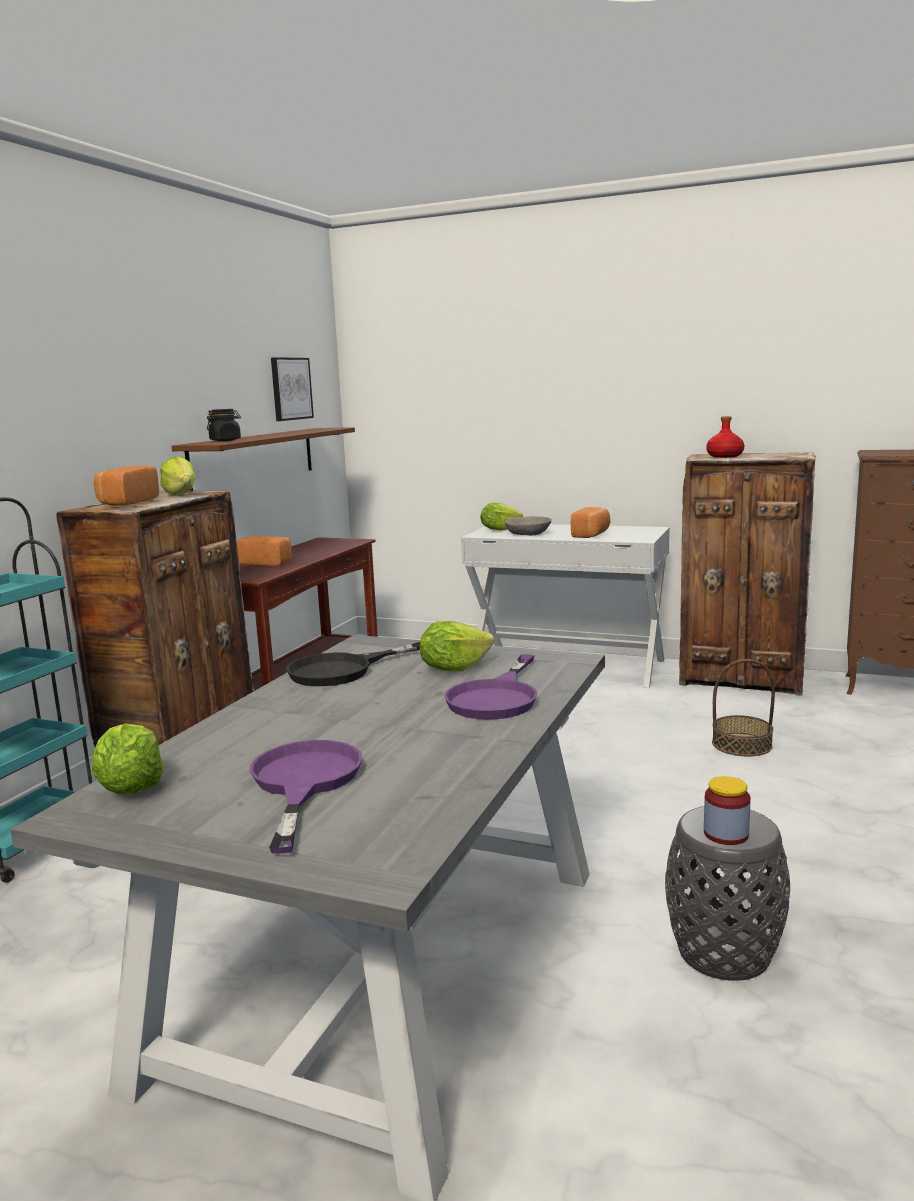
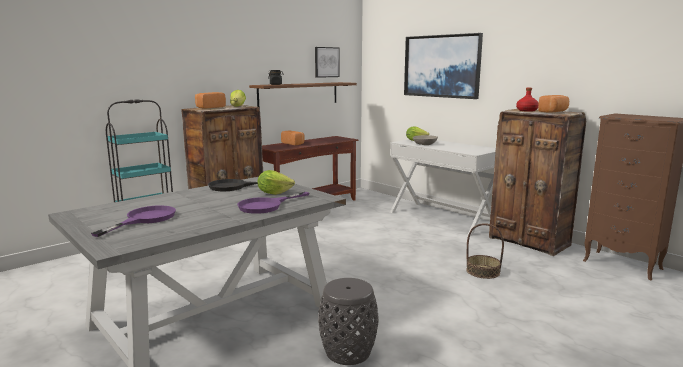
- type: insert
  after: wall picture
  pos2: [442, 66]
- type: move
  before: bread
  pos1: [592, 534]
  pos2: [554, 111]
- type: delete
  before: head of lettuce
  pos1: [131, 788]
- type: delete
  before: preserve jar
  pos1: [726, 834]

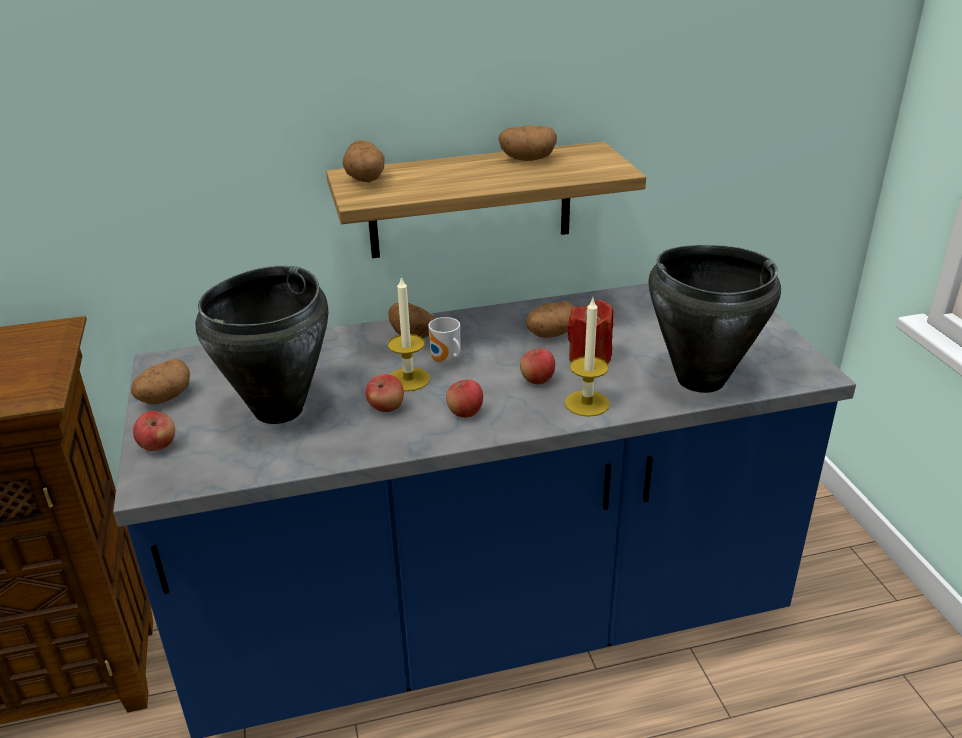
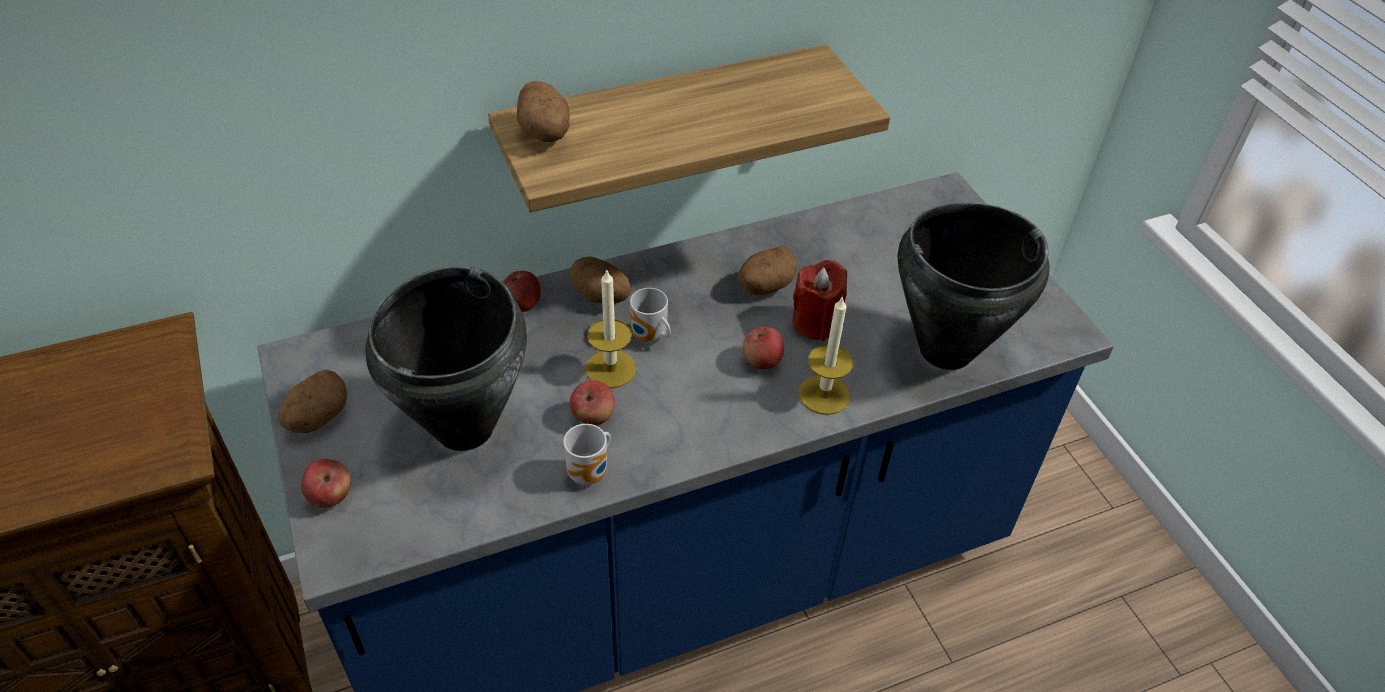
- type: move
  before: apple fruit
  pos1: [465, 413]
  pos2: [522, 305]
- type: insert
  after: tea mug
  pos2: [591, 473]
- type: delete
  before: spud
  pos1: [527, 159]

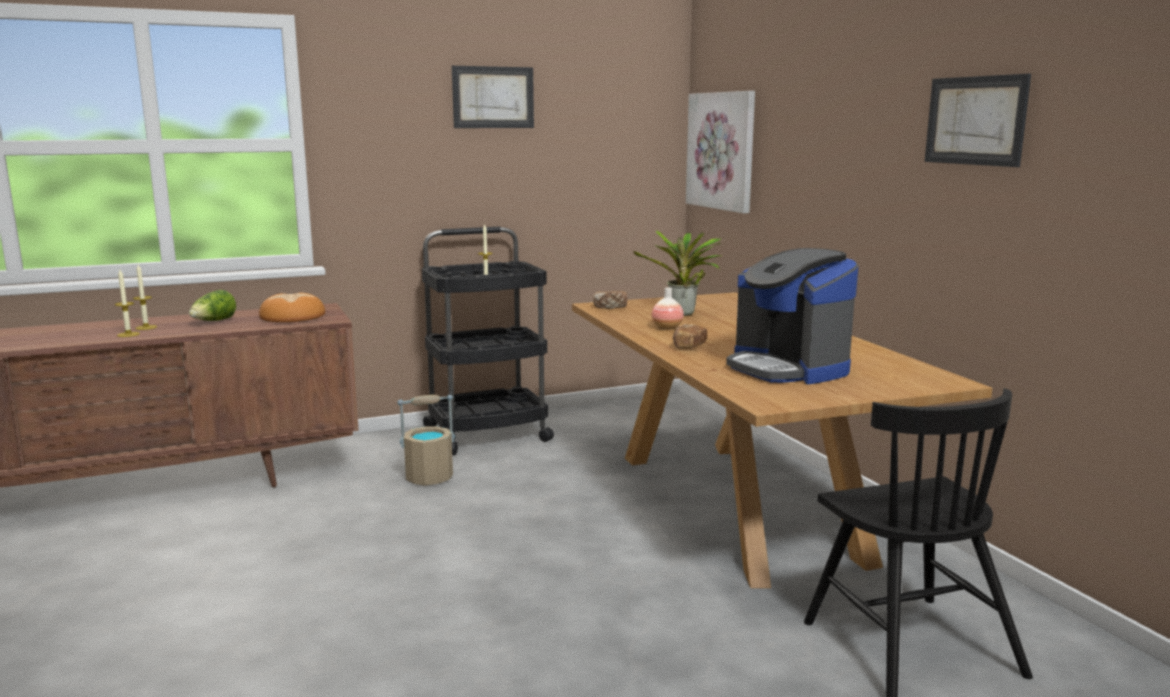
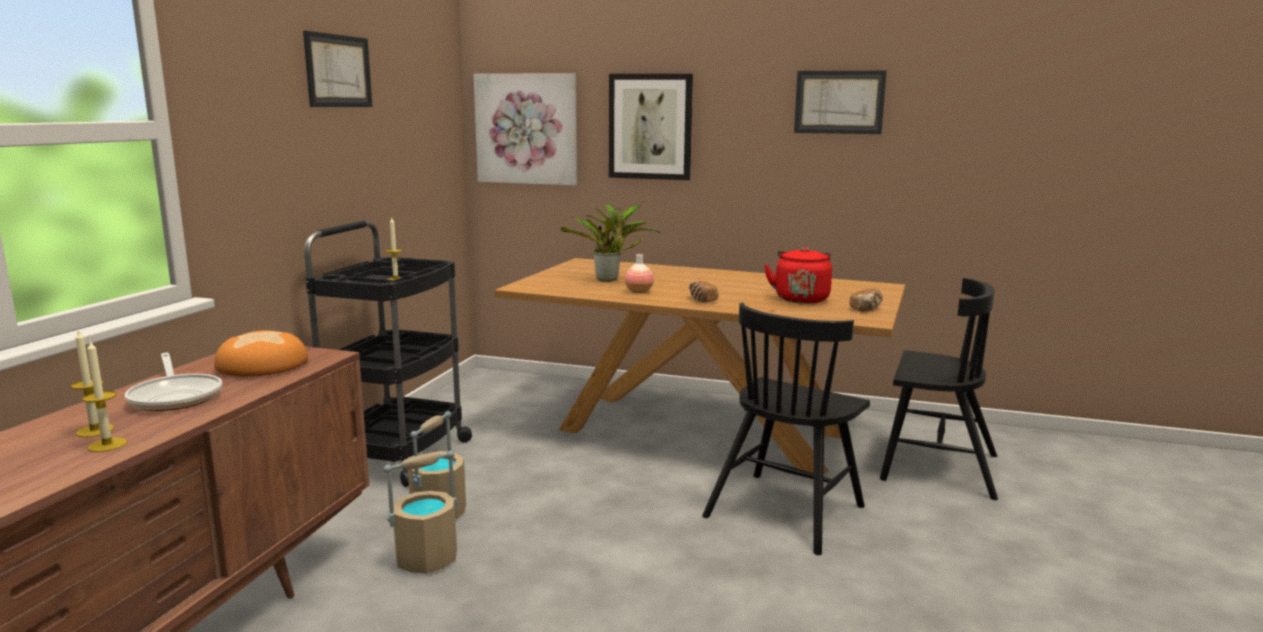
- type: replace
  before: head of lettuce
  after: frying pan
  pos1: [213, 322]
  pos2: [176, 397]
- type: insert
  after: sand-coloured pail
  pos2: [427, 558]
- type: insert
  after: wall picture
  pos2: [650, 127]
- type: insert
  after: black plain chair
  pos2: [788, 507]
- type: replace
  before: coffee brewer
  after: red-coloured tea kettle
  pos1: [788, 368]
  pos2: [801, 298]
- type: move
  before: bread
  pos1: [610, 307]
  pos2: [866, 309]

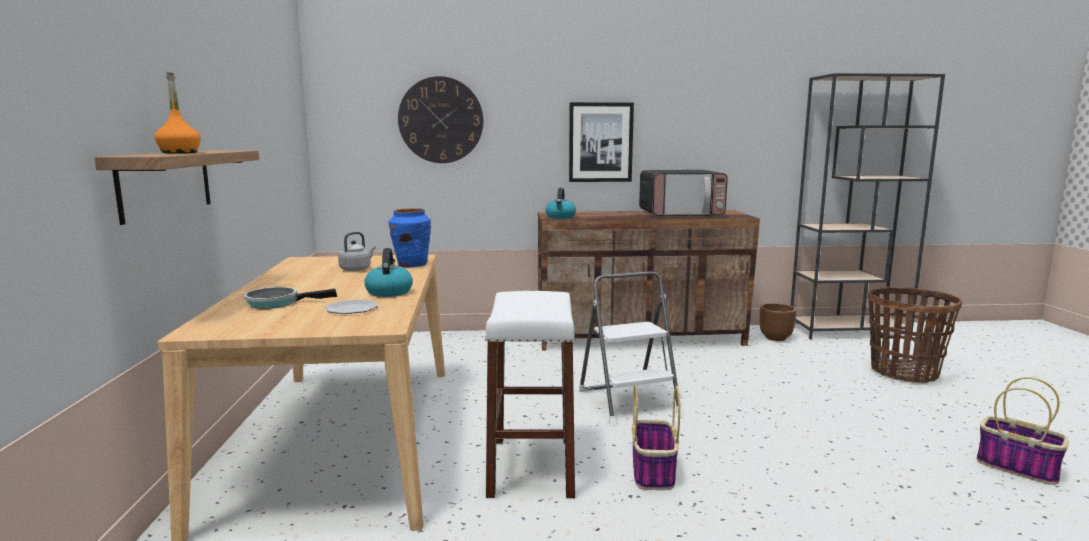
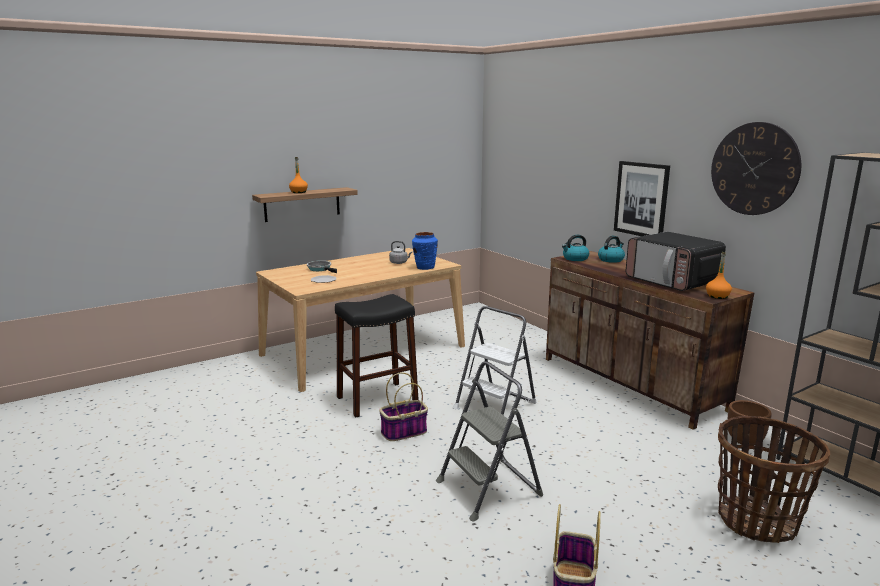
- type: recolor
  before: white-coloured sitting stool
  after: black sitting stool
  pos1: [532, 467]
  pos2: [377, 399]
- type: insert
  after: gray step stool
  pos2: [492, 487]
- type: move
  before: tea kettle
  pos1: [389, 292]
  pos2: [611, 260]
- type: insert
  after: orangey drink bottle
  pos2: [717, 296]
- type: move
  before: wall clock
  pos1: [441, 120]
  pos2: [754, 169]

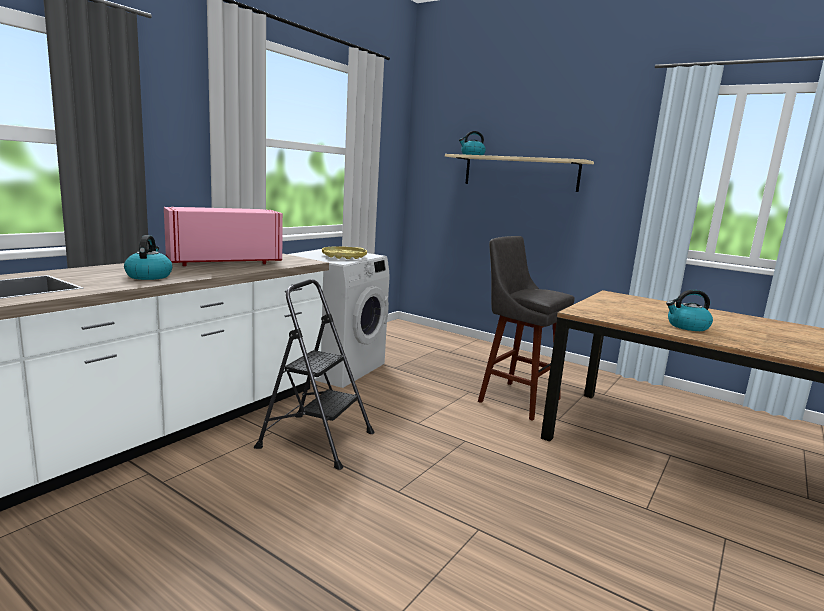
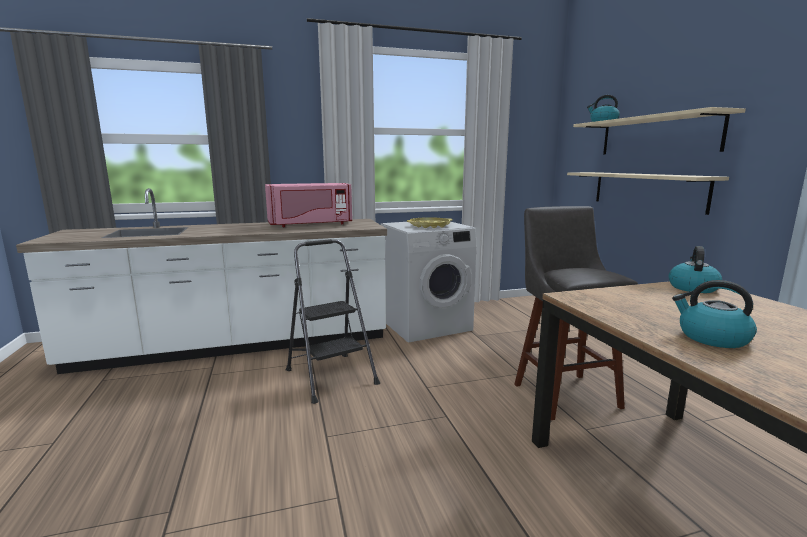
- type: rotate
  before: pinkish microwave oven
  pos1: [224, 261]
  pos2: [310, 224]
  turn: 150
- type: insert
  after: sand-coloured shelf
  pos2: [646, 190]
- type: move
  before: tea kettle
  pos1: [149, 276]
  pos2: [692, 287]

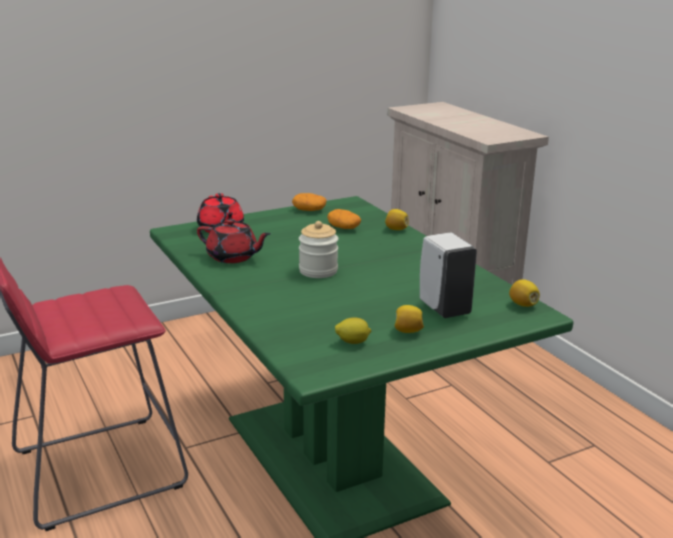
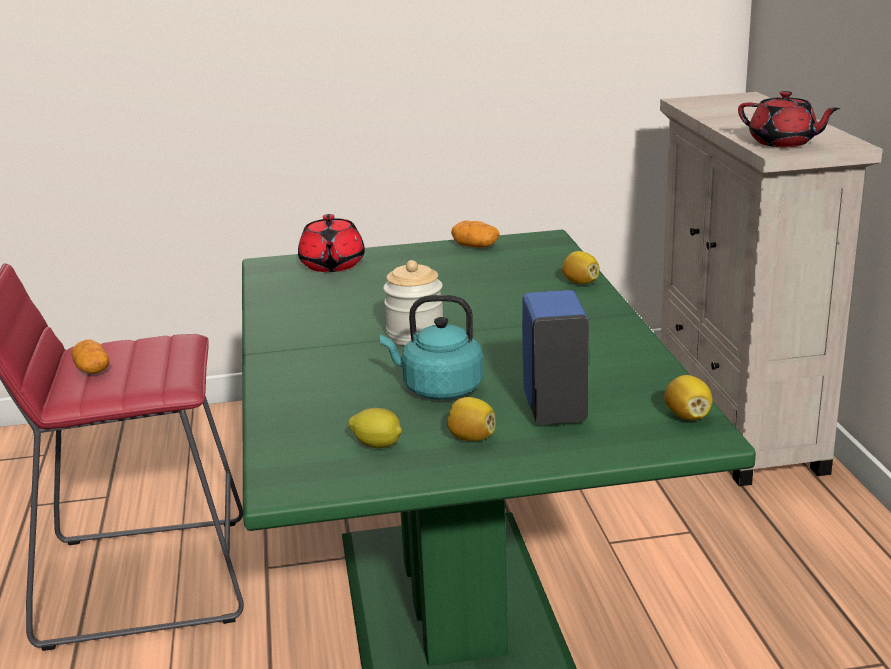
- type: move
  before: spud
  pos1: [343, 228]
  pos2: [92, 370]
- type: insert
  after: turquoise-coloured tea kettle
  pos2: [438, 389]
- type: recolor
  before: white-coloured soap bottle
  after: blue-coloured soap bottle
  pos1: [443, 308]
  pos2: [554, 409]
- type: move
  before: red-coloured tea pot
  pos1: [233, 257]
  pos2: [783, 143]

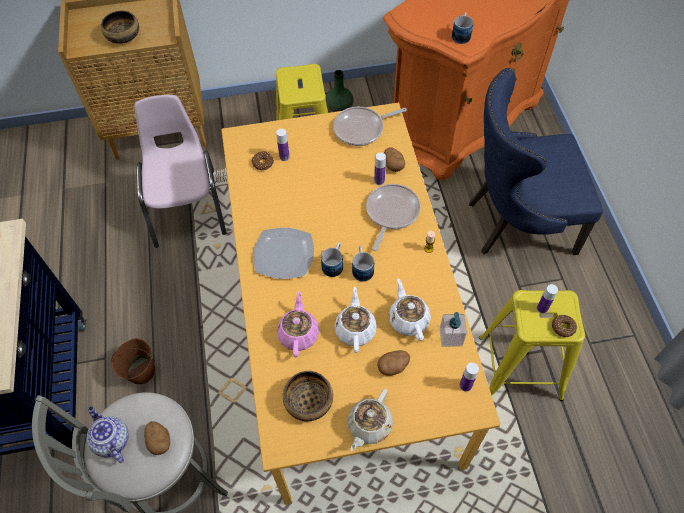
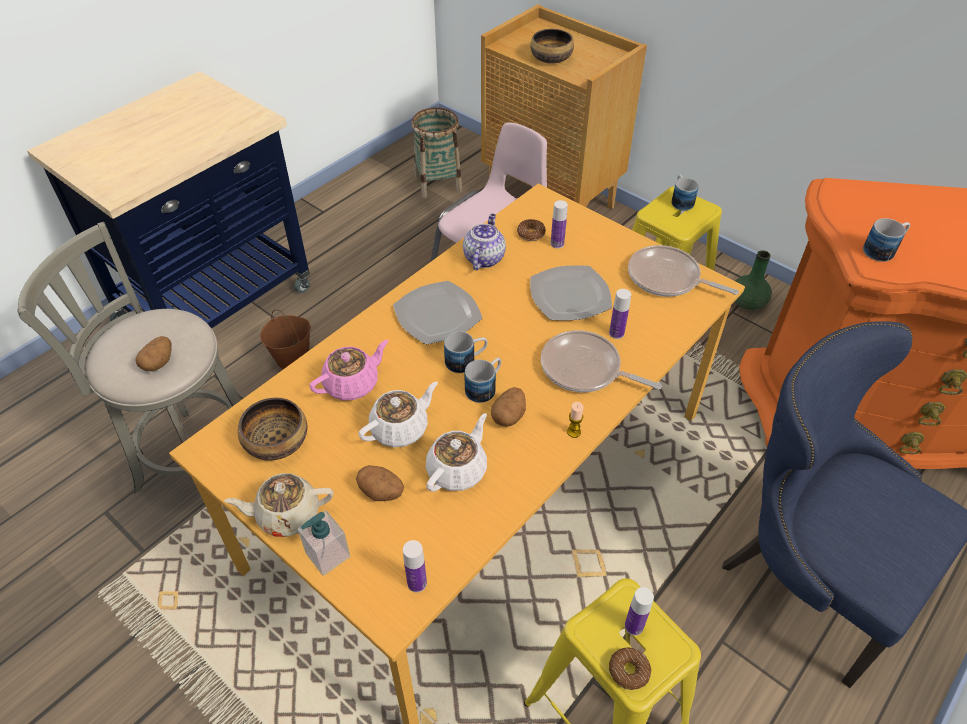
- type: move
  before: soap bottle
  pos1: [450, 337]
  pos2: [327, 555]
- type: insert
  after: basket
  pos2: [438, 183]
- type: move
  before: tea pot
  pos1: [111, 440]
  pos2: [484, 258]
- type: move
  before: spud
  pos1: [393, 165]
  pos2: [509, 416]
- type: insert
  after: plate
  pos2: [571, 296]
- type: rotate
  before: frying pan
  pos1: [391, 213]
  pos2: [585, 369]
  turn: -135
- type: insert
  after: tea mug
  pos2: [680, 200]

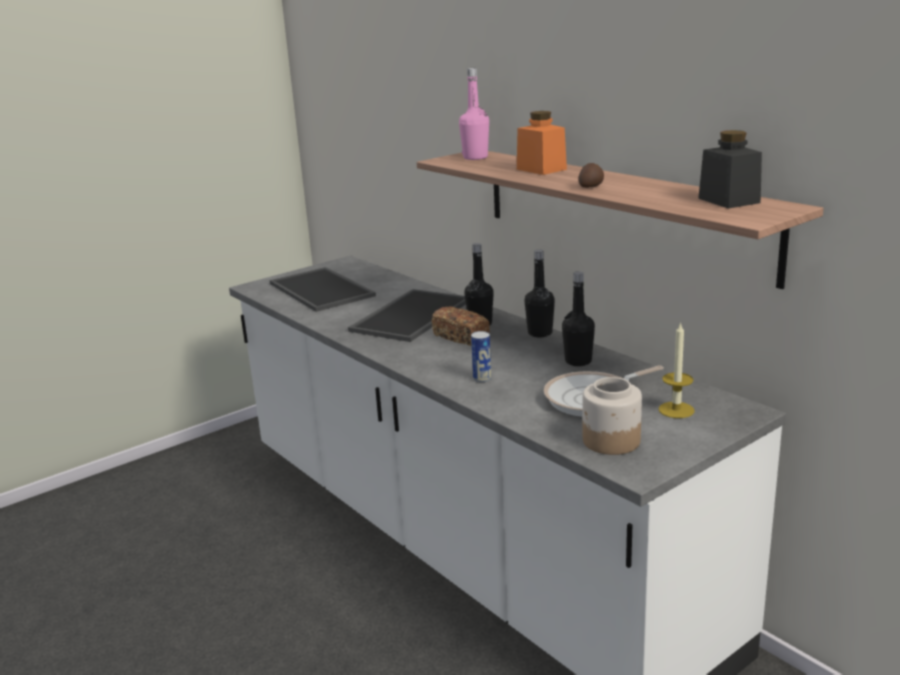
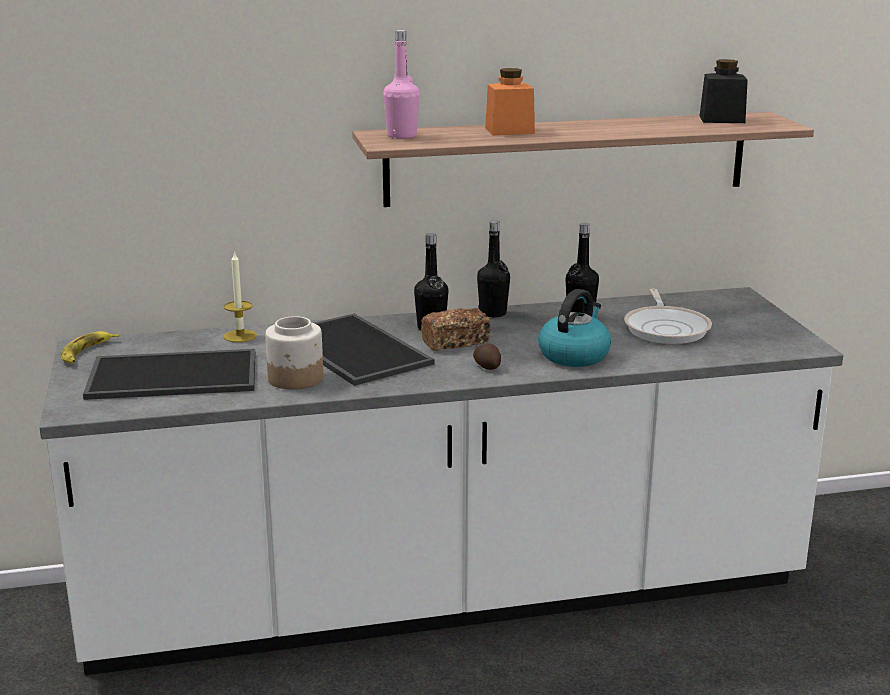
- type: insert
  after: banana fruit
  pos2: [87, 352]
- type: move
  before: wax candle
  pos1: [676, 410]
  pos2: [240, 336]
- type: move
  before: preserve jar
  pos1: [611, 441]
  pos2: [296, 379]
- type: move
  before: spud
  pos1: [592, 186]
  pos2: [487, 366]
- type: replace
  before: sealed can
  after: tea kettle
  pos1: [482, 378]
  pos2: [574, 355]

